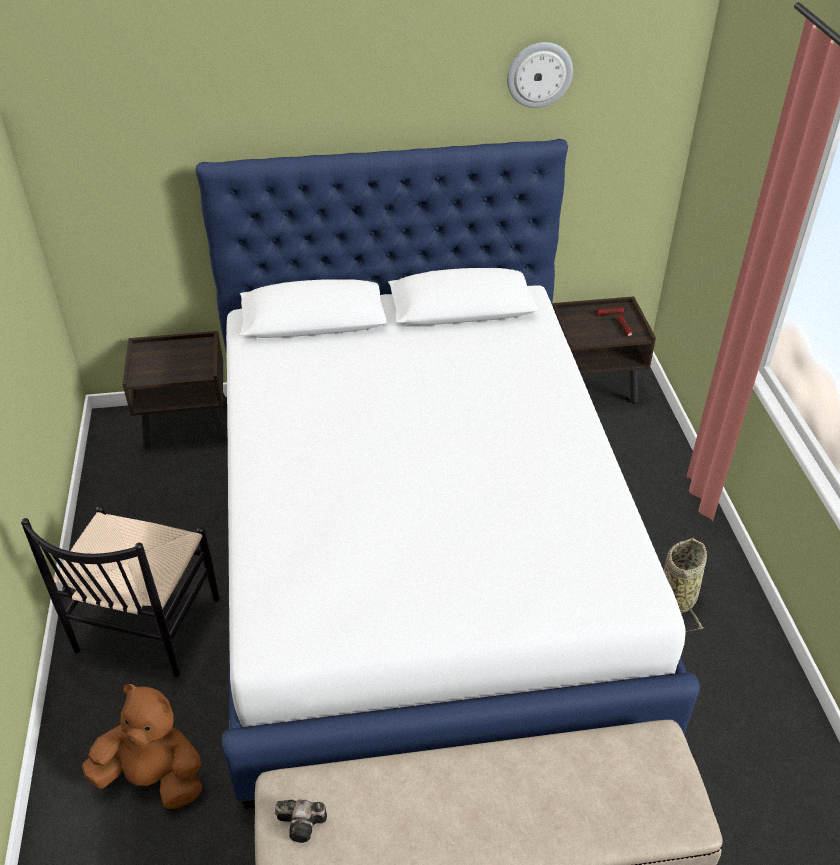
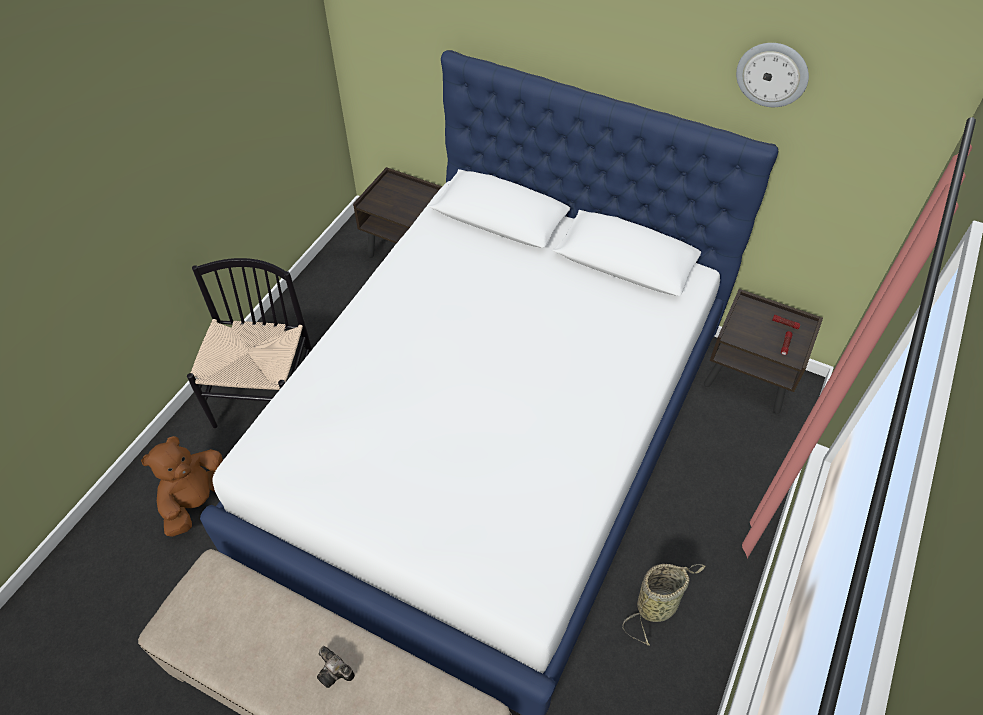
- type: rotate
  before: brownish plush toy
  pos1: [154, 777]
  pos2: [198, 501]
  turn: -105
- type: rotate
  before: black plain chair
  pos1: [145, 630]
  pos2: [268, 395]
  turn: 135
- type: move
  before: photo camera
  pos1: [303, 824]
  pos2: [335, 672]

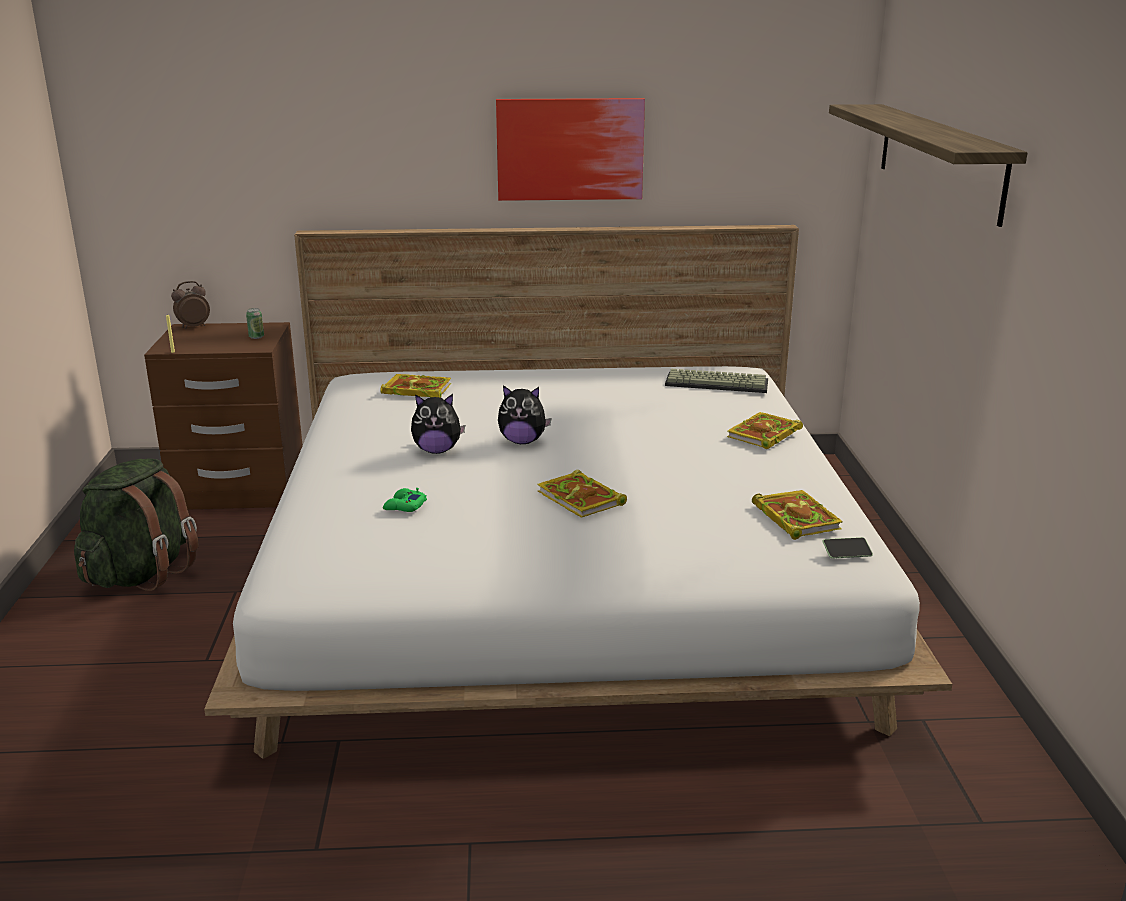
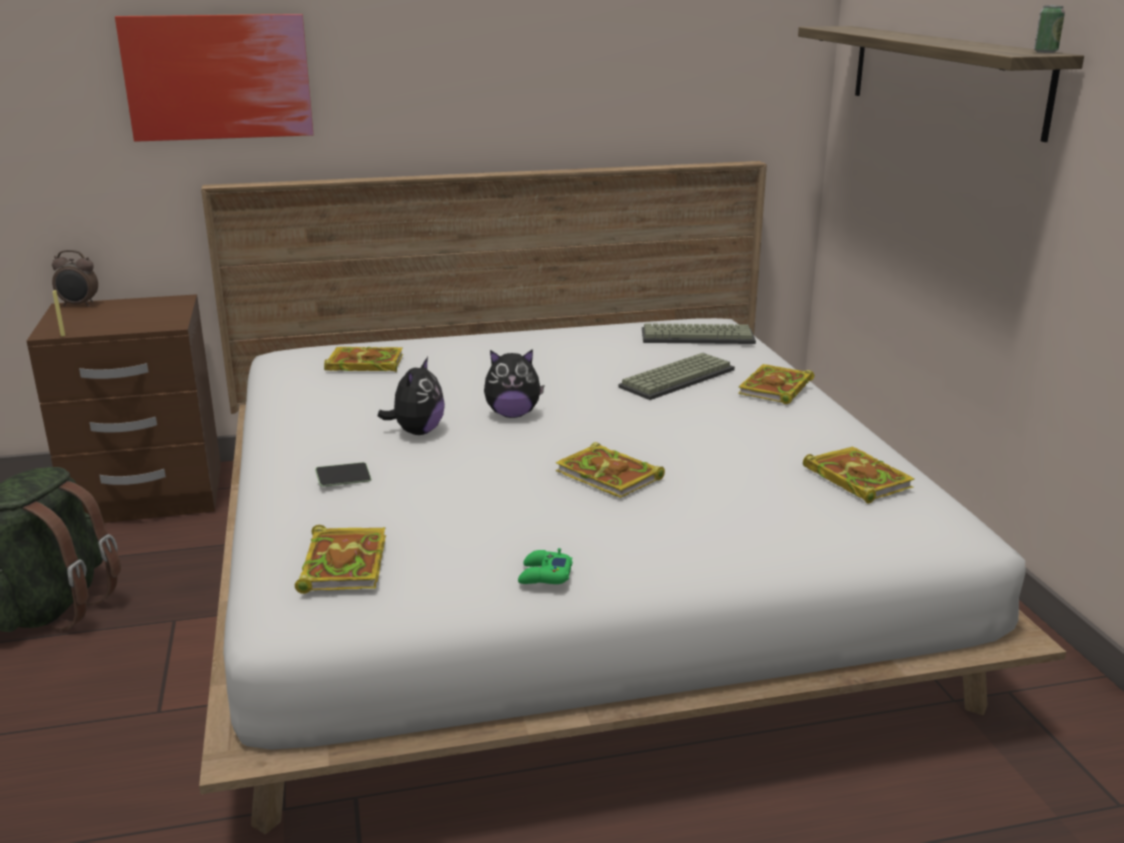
- type: rotate
  before: table clock
  pos1: [193, 327]
  pos2: [79, 305]
  turn: -135
- type: move
  before: wall picture
  pos1: [570, 149]
  pos2: [218, 77]
- type: insert
  after: book
  pos2: [343, 563]
- type: move
  before: handset
  pos1: [846, 554]
  pos2: [344, 481]
- type: rotate
  before: plush toy
  pos1: [437, 450]
  pos2: [417, 432]
  turn: -60
- type: move
  before: green joypad
  pos1: [404, 506]
  pos2: [544, 575]
- type: insert
  after: computer keyboard
  pos2: [676, 377]
- type: move
  before: sealed can
  pos1: [256, 337]
  pos2: [1045, 52]

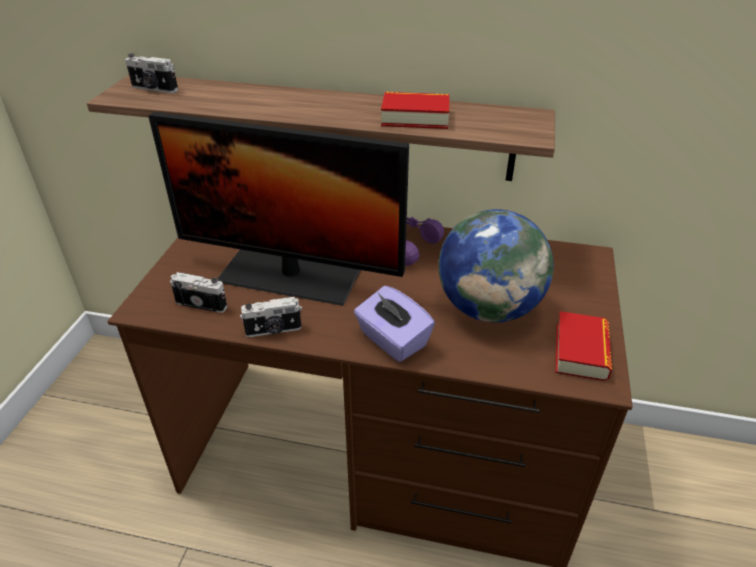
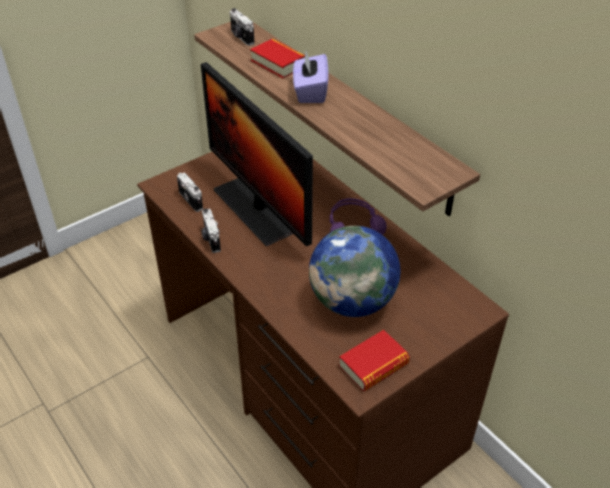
- type: rotate
  before: photo camera
  pos1: [273, 330]
  pos2: [211, 239]
  turn: 45
- type: move
  before: book
  pos1: [415, 117]
  pos2: [278, 63]
- type: move
  before: purple-coloured tissue box
  pos1: [392, 340]
  pos2: [310, 92]

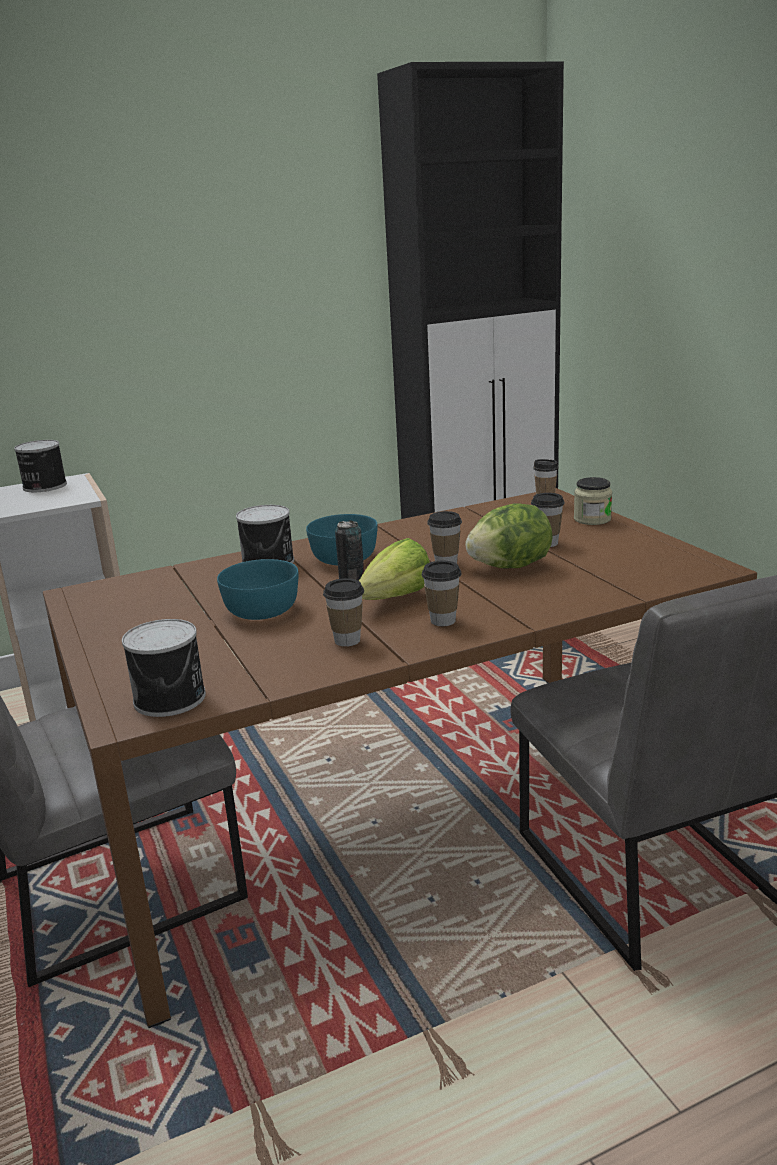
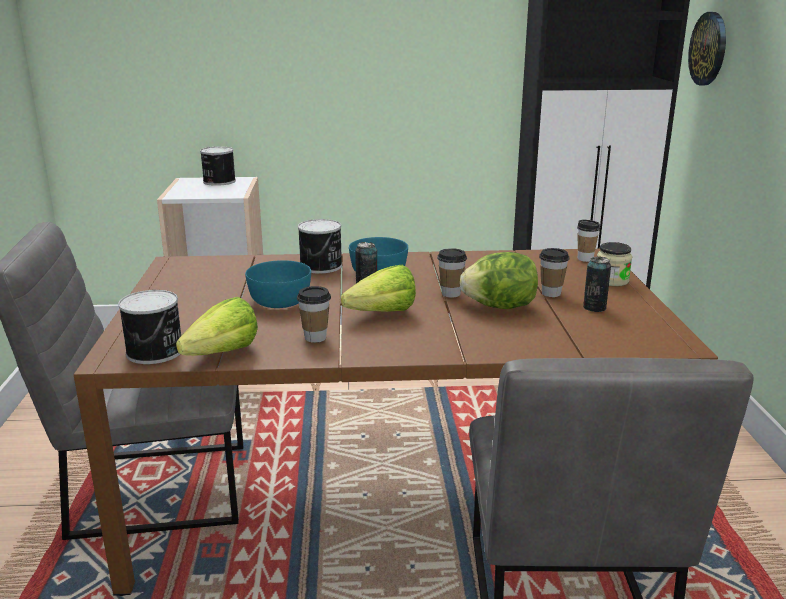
- type: insert
  after: head of lettuce
  pos2: [215, 356]
- type: insert
  after: sealed can
  pos2: [594, 307]
- type: insert
  after: wall clock
  pos2: [708, 49]
- type: delete
  before: small cup
  pos1: [443, 621]

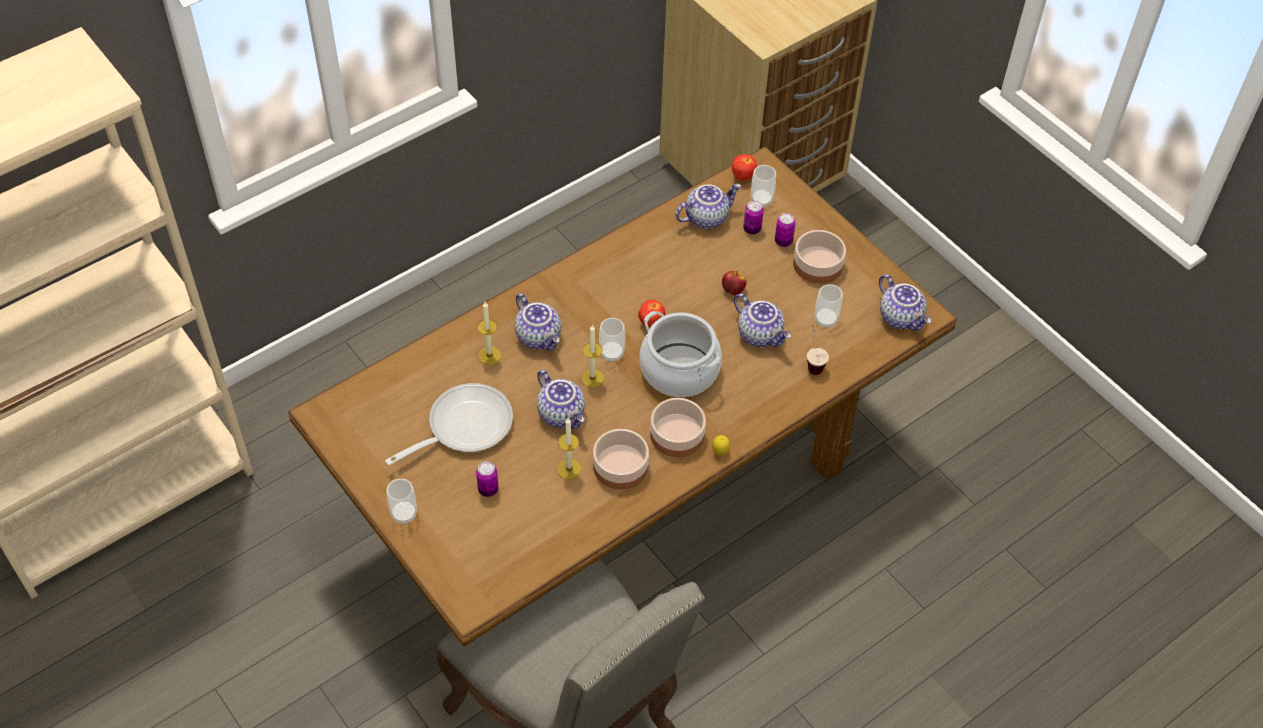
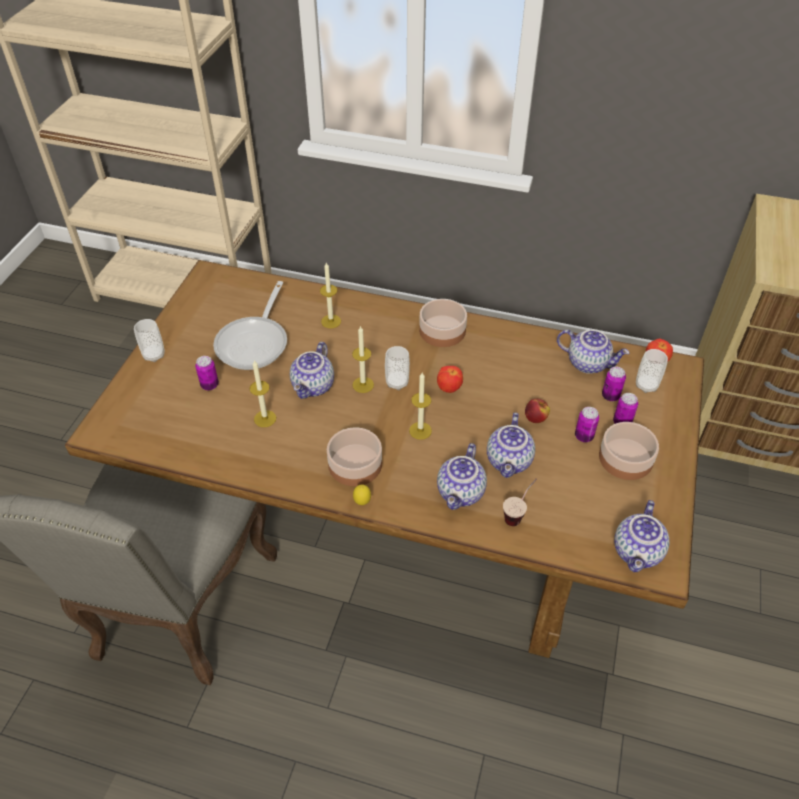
- type: rotate
  before: frying pan
  pos1: [463, 427]
  pos2: [255, 342]
  turn: 90
- type: replace
  before: stockpot
  after: wax candle
  pos1: [679, 370]
  pos2: [420, 430]
- type: move
  before: bowl
  pos1: [621, 466]
  pos2: [443, 331]
- type: move
  before: tea pot
  pos1: [539, 336]
  pos2: [461, 493]
- type: insert
  after: sealed can
  pos2: [584, 436]
- type: delete
  before: small cup
  pos1: [825, 320]

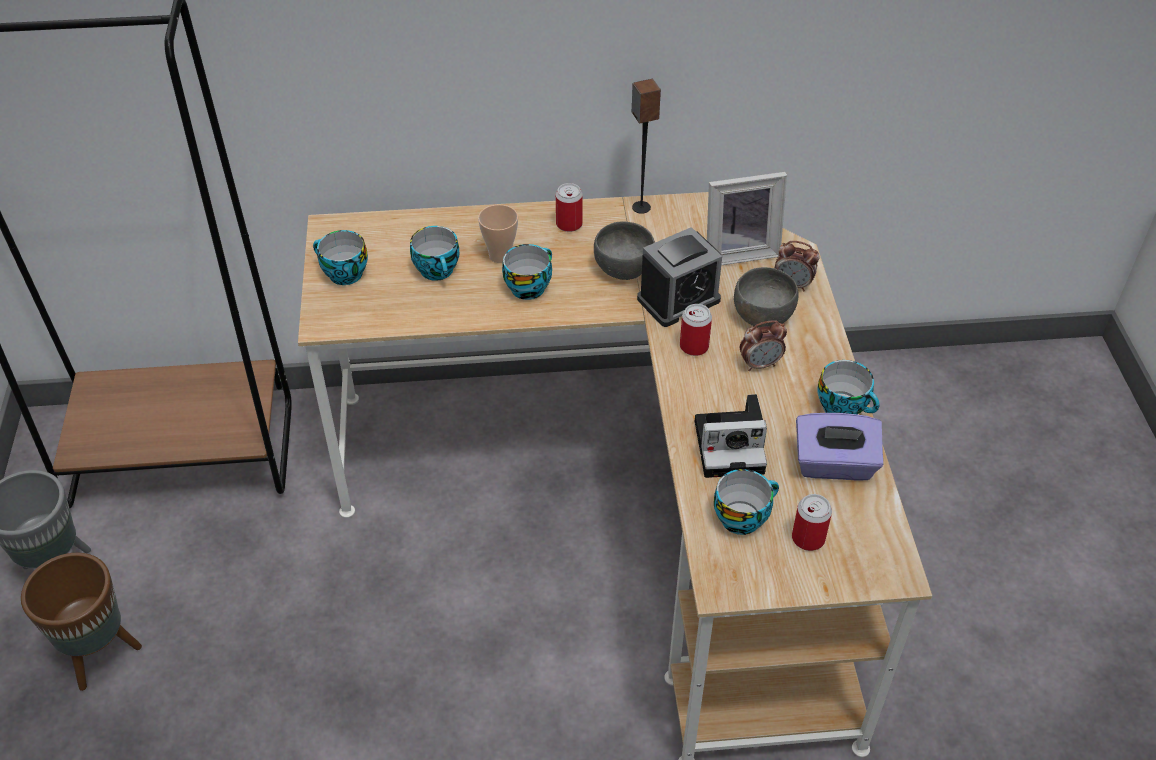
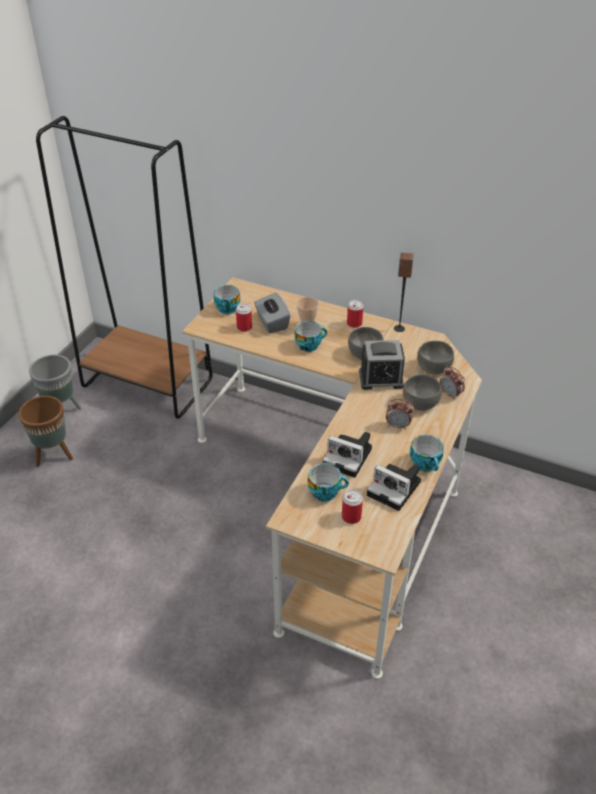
- type: move
  before: sealed can
  pos1: [694, 346]
  pos2: [244, 327]
- type: replace
  before: small cup
  after: gray tissue box
  pos1: [439, 271]
  pos2: [272, 323]
- type: replace
  before: purple-coloured tissue box
  after: photo camera
  pos1: [834, 465]
  pos2: [396, 489]
- type: replace
  before: photo frame
  after: gray bowl
  pos1: [738, 251]
  pos2: [434, 368]

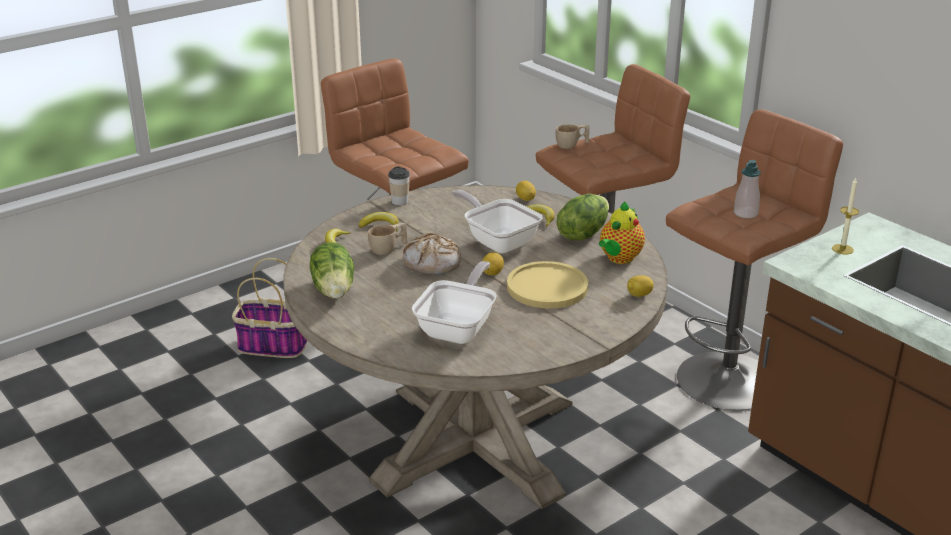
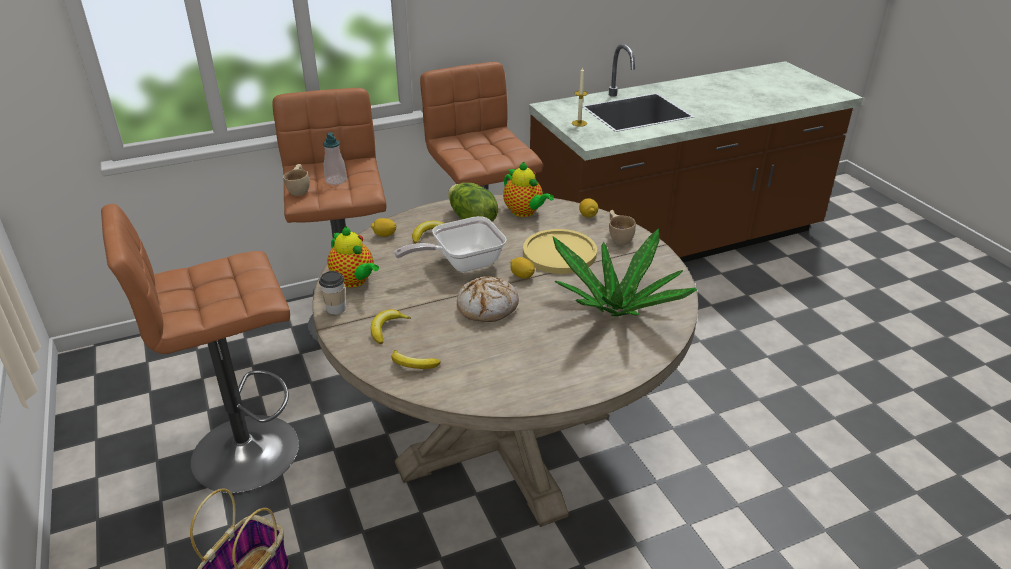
- type: move
  before: soap bottle
  pos1: [745, 213]
  pos2: [336, 180]
- type: insert
  after: tea pot
  pos2: [354, 281]
- type: replace
  before: frying pan
  after: potted plant
  pos1: [459, 328]
  pos2: [616, 309]
- type: move
  before: sand-coloured small cup
  pos1: [388, 249]
  pos2: [619, 237]
- type: delete
  before: head of lettuce
  pos1: [334, 290]

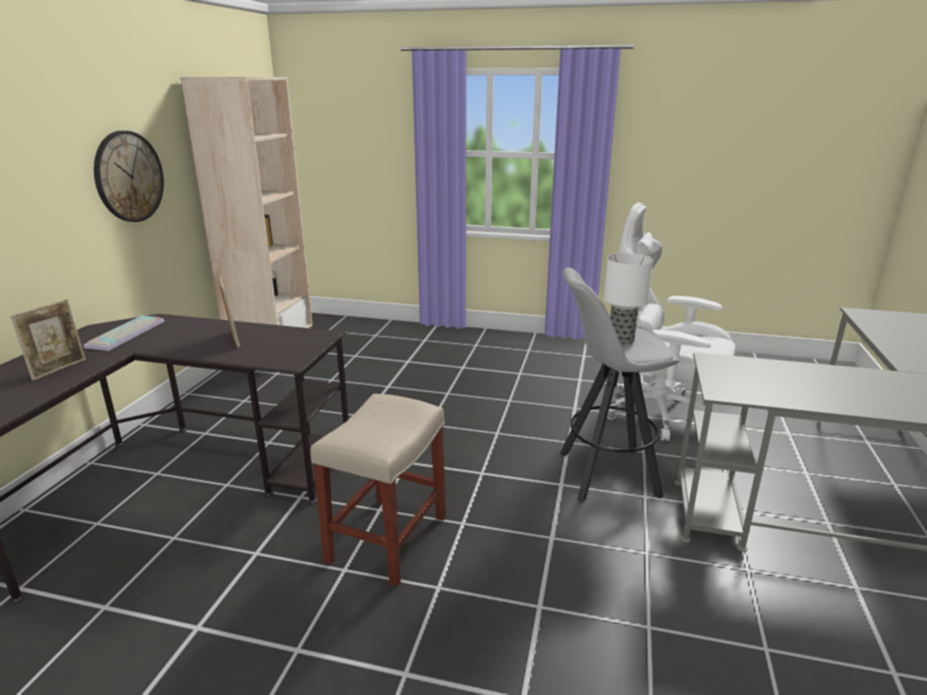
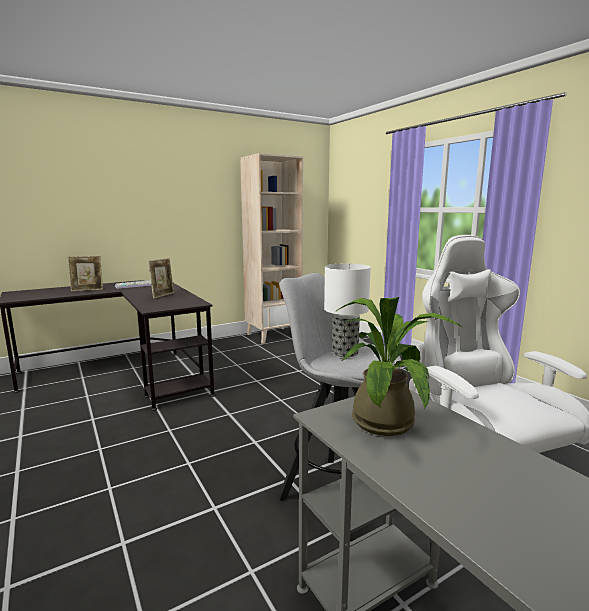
- type: insert
  after: potted plant
  pos2: [385, 418]
- type: delete
  before: wall clock
  pos1: [128, 177]
- type: delete
  before: sand-coloured sitting stool
  pos1: [387, 540]

